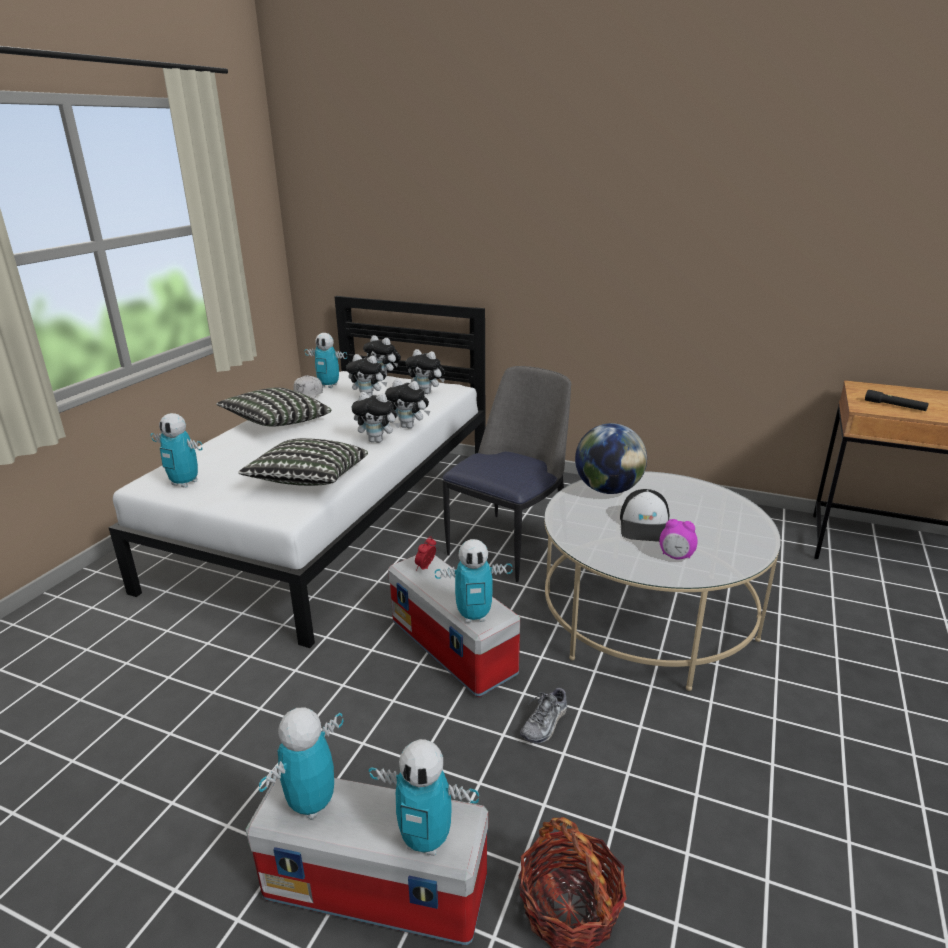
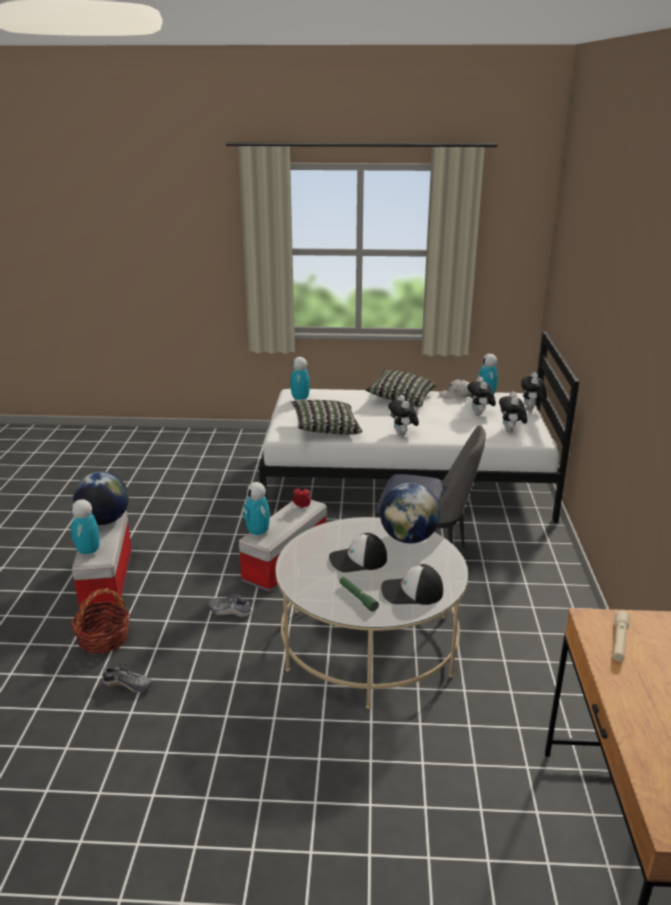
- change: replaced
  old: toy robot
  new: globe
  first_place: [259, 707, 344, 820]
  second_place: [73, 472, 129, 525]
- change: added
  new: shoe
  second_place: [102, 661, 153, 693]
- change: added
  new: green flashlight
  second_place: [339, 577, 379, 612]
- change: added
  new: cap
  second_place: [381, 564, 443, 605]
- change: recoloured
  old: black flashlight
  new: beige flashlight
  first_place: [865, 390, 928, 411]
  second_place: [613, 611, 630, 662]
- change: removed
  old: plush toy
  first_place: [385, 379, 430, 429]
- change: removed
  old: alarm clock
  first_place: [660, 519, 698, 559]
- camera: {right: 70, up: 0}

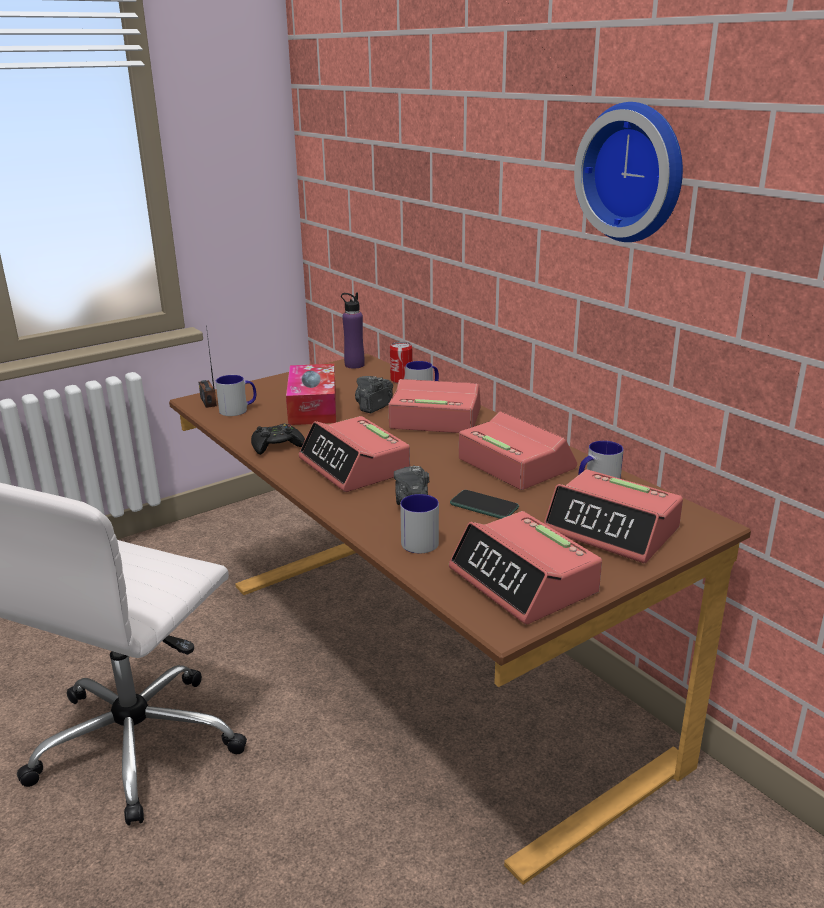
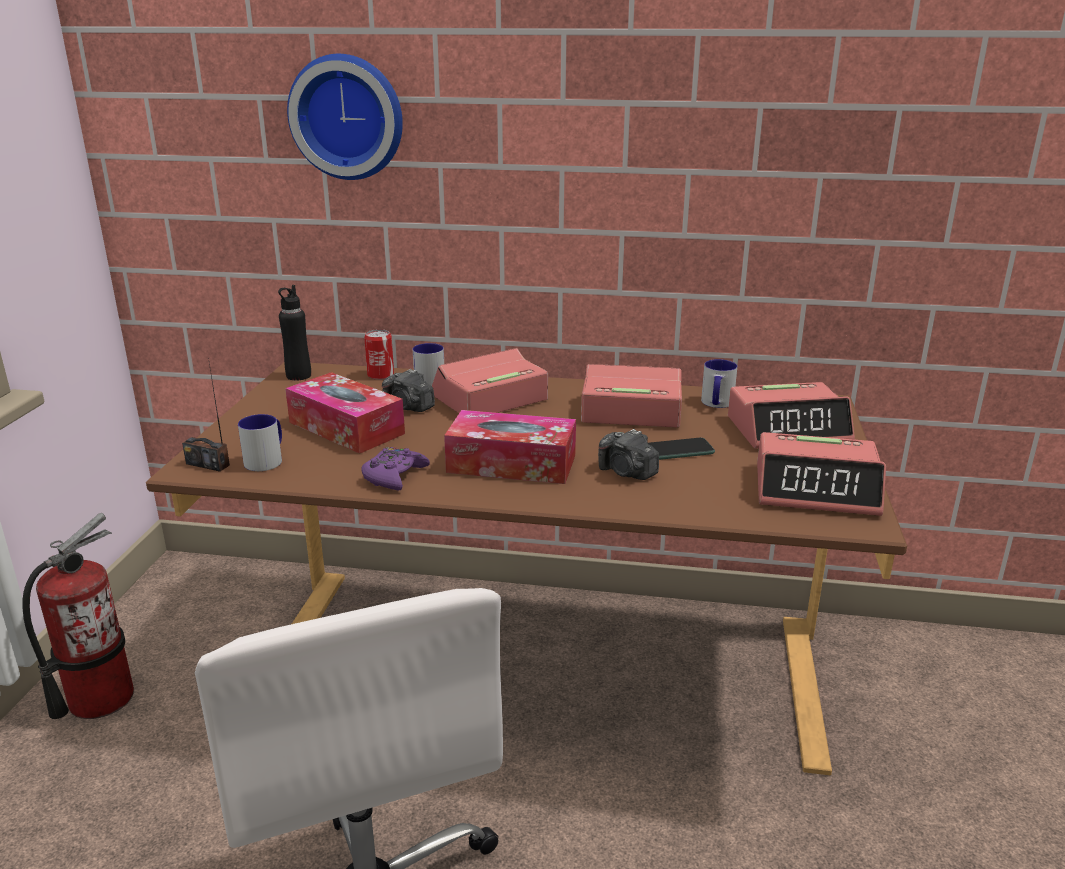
- change: added
  new: fire extinguisher
  second_place: [22, 513, 134, 719]
- change: recoloured
  old: purple bottle
  new: black bottle
  first_place: [341, 292, 365, 369]
  second_place: [278, 285, 311, 380]
- change: moved
  old: wall clock
  first_place: [574, 102, 683, 242]
  second_place: [287, 54, 403, 180]
- change: recoloured
  old: black game controller
  new: purple game controller
  first_place: [251, 423, 305, 455]
  second_place: [361, 447, 430, 490]
- change: turned
  old: photo camera
  first_place: [355, 376, 393, 413]
  second_place: [382, 369, 435, 412]
  degrees: -45
- change: replaced
  old: alarm clock
  new: tissue box
  first_place: [298, 416, 410, 492]
  second_place: [444, 410, 576, 484]
- change: removed
  old: mug
  first_place: [400, 494, 439, 553]
- camera: {right: -45, up: 0}

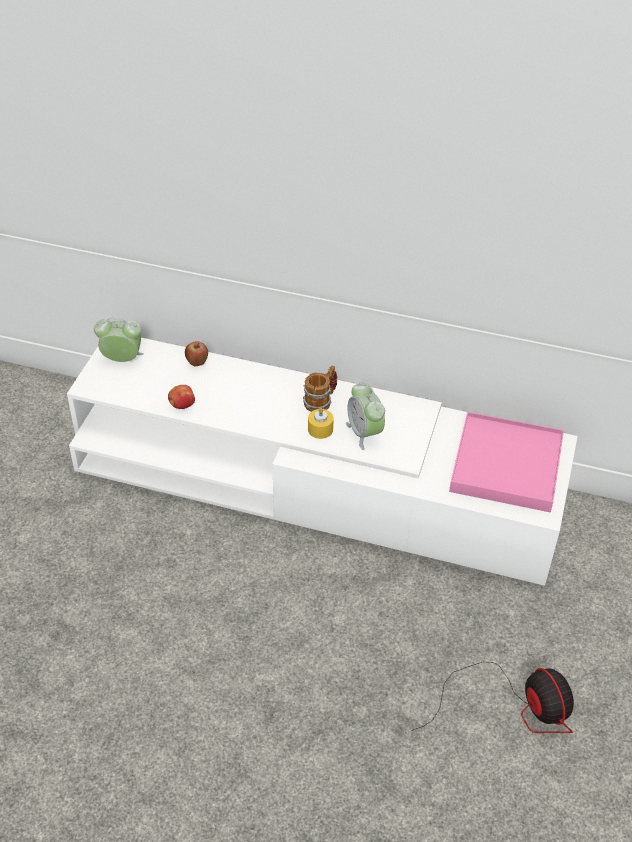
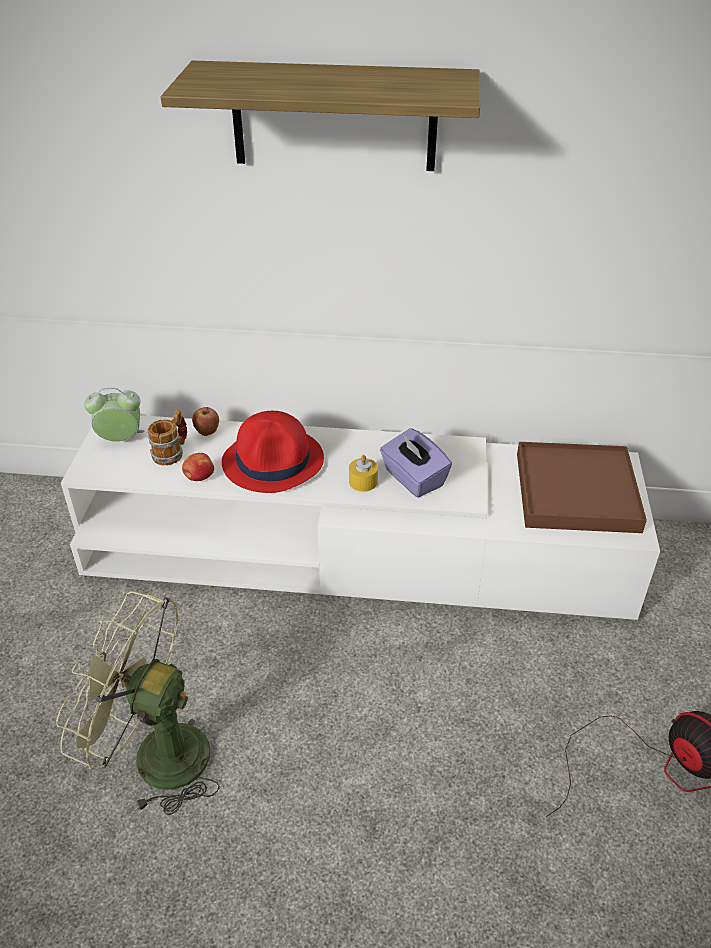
- change: added
  new: green fan
  second_place: [56, 591, 220, 815]
- change: moved
  old: mug
  first_place: [303, 366, 337, 412]
  second_place: [148, 410, 187, 465]
- change: added
  new: shelf
  second_place: [161, 60, 480, 171]
- change: added
  new: red hat
  second_place: [222, 411, 324, 493]
- change: replaced
  old: alarm clock
  new: purple tissue box
  first_place: [346, 382, 385, 450]
  second_place: [380, 428, 452, 498]
- change: recoloured
  old: pink tray
  new: brown tray
  first_place: [449, 412, 564, 512]
  second_place: [517, 442, 647, 533]
- camera: {right: -10, up: -5}

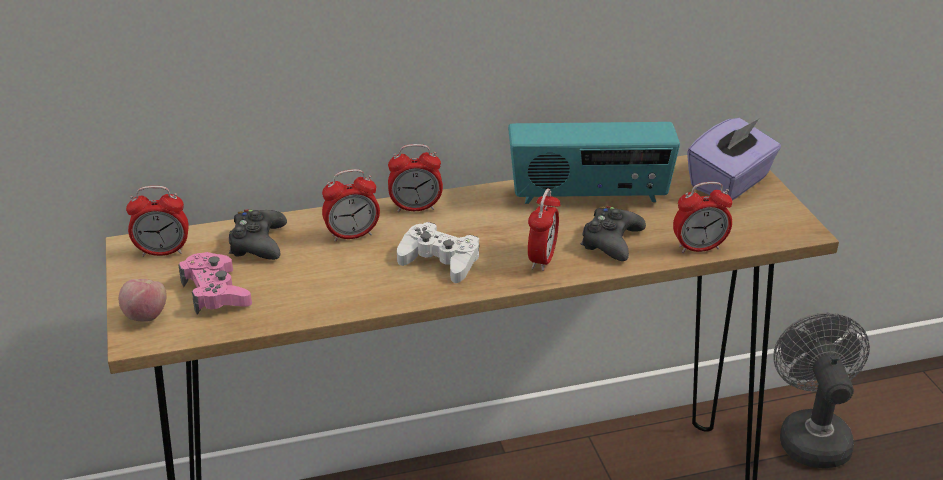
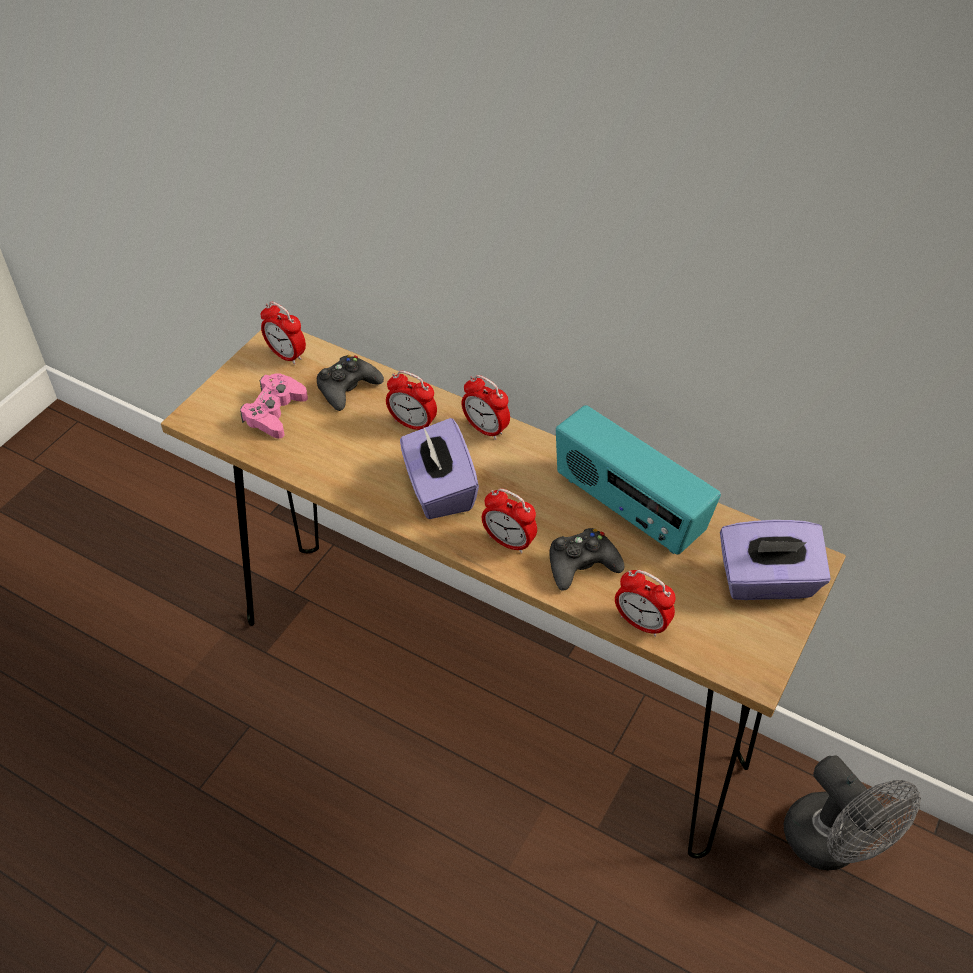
- change: replaced
  old: white game controller
  new: purple tissue box
  first_place: [397, 222, 479, 283]
  second_place: [400, 418, 479, 519]
- change: turned
  old: alarm clock
  first_place: [528, 189, 561, 271]
  second_place: [482, 488, 537, 553]
  degrees: 60
- change: turned
  old: grey fan
  first_place: [773, 312, 870, 468]
  second_place: [784, 755, 921, 870]
  degrees: 105
- change: removed
  old: apple
  first_place: [119, 279, 167, 322]
- camera: {right: 45, up: 15}

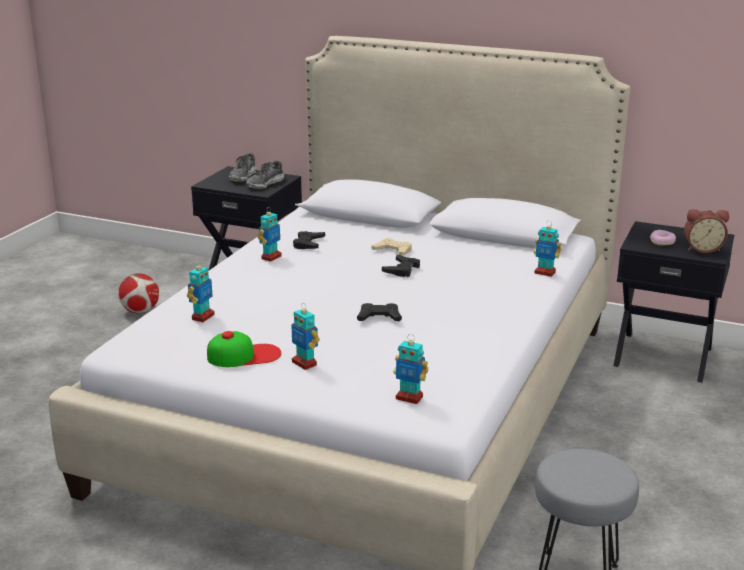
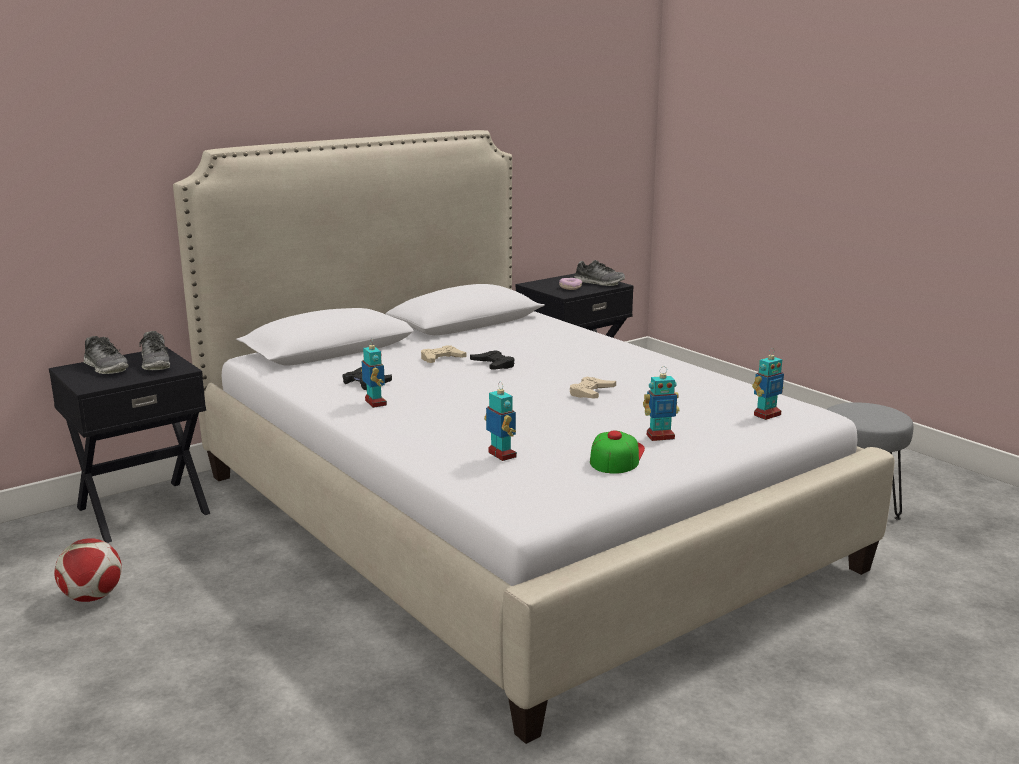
- change: recoloured
  old: black game controller
  new: beige game controller
  first_place: [357, 303, 402, 321]
  second_place: [570, 376, 616, 398]
- change: replaced
  old: alarm clock
  new: shoe
  first_place: [684, 209, 729, 253]
  second_place: [574, 260, 625, 286]
- change: removed
  old: toy robot
  first_place: [533, 222, 561, 277]
- camera: {right: -60, up: -5}

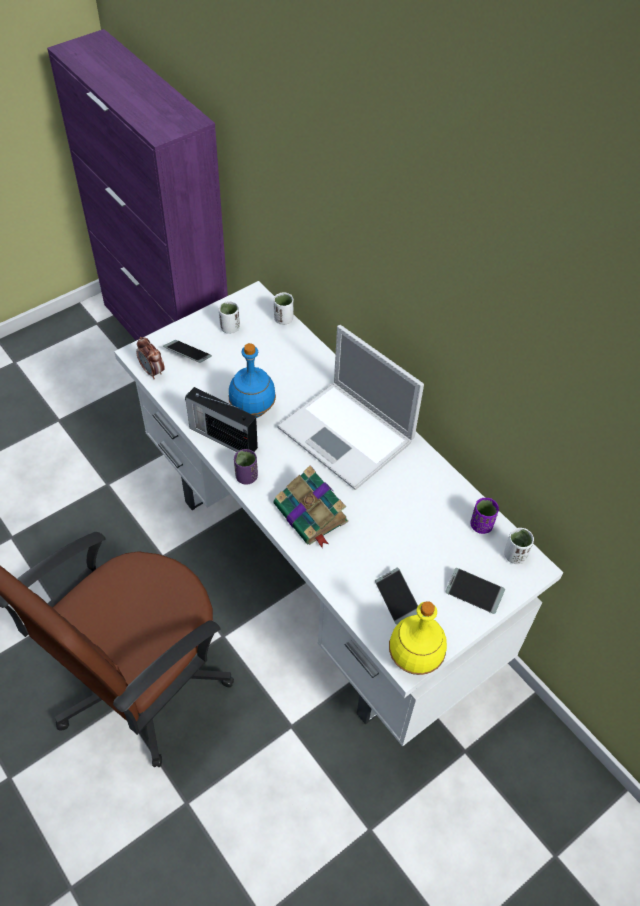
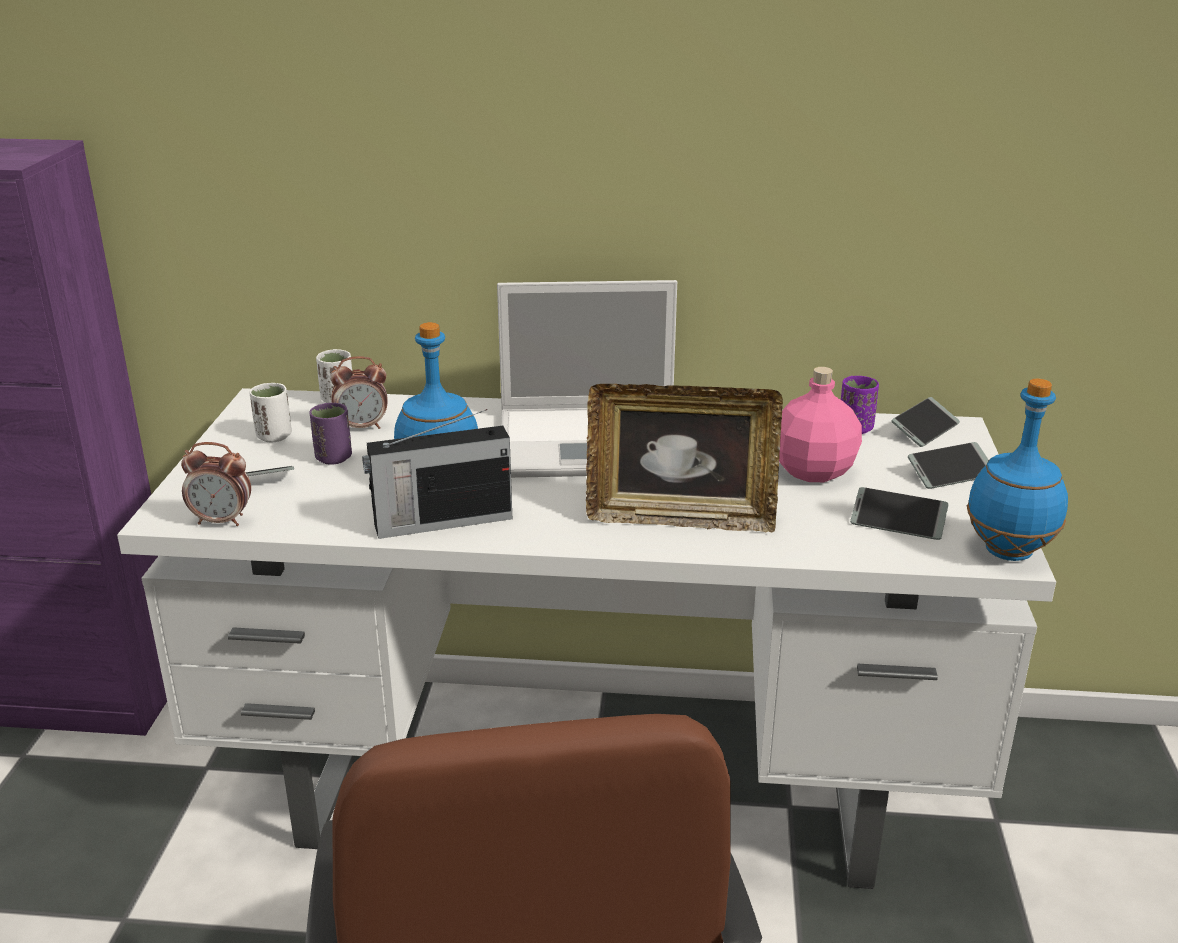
- change: moved
  old: purple cup
  first_place: [234, 449, 258, 485]
  second_place: [309, 403, 352, 465]
- change: added
  new: alarm clock
  second_place: [330, 356, 388, 429]
- change: replaced
  old: book
  new: picture frame
  first_place: [273, 465, 348, 548]
  second_place: [586, 384, 783, 532]
- change: added
  new: pink bottle
  second_place: [779, 367, 862, 482]
- change: replaced
  old: white cup
  new: phone
  first_place: [504, 528, 534, 564]
  second_place: [891, 397, 960, 447]
- change: recoloured
  old: yellow bottle
  new: blue bottle
  first_place: [389, 601, 447, 675]
  second_place: [967, 379, 1068, 561]
- camera: {right: -45, up: -25}

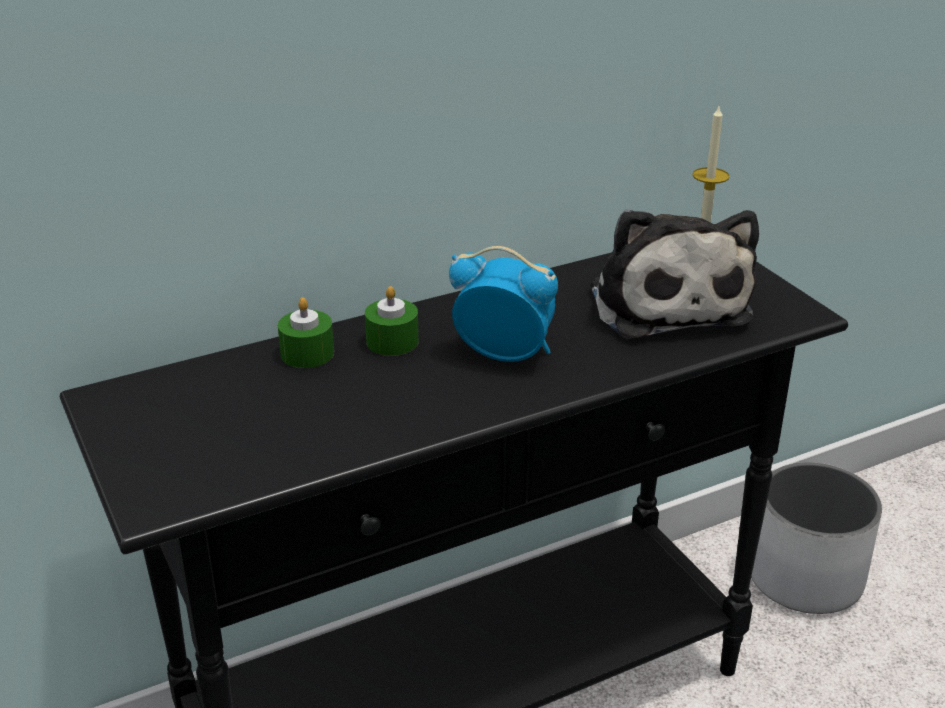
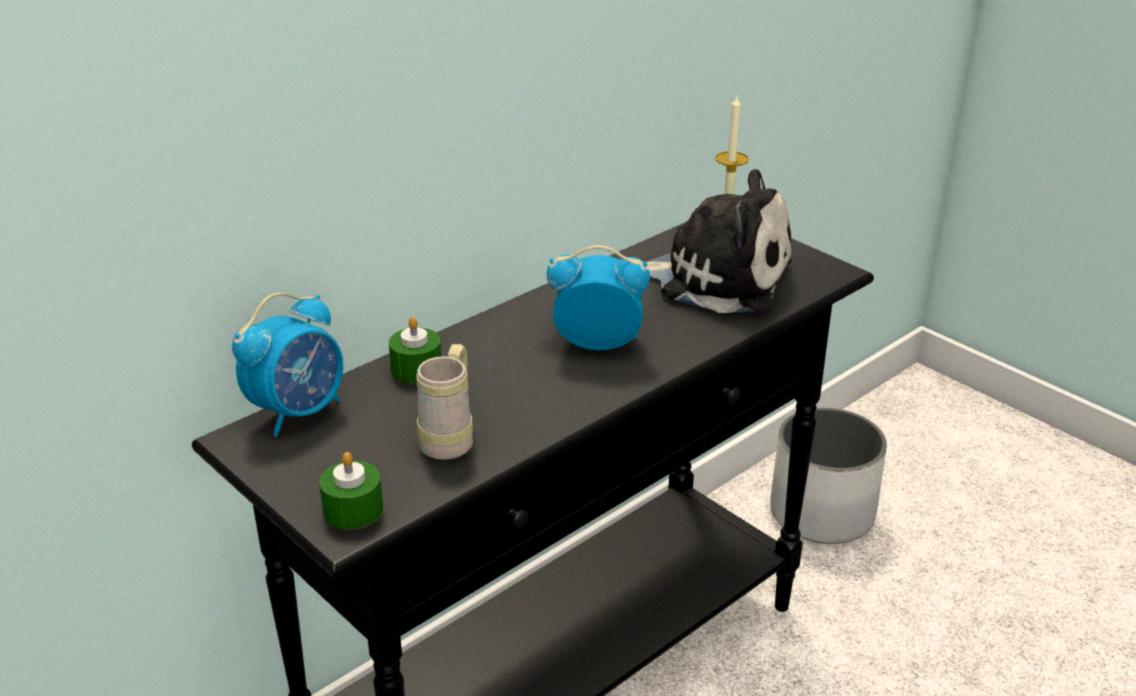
- change: added
  new: alarm clock
  second_place: [232, 292, 343, 437]
- change: moved
  old: green candle
  first_place: [365, 286, 419, 356]
  second_place: [319, 452, 383, 530]
- change: added
  new: beige mug
  second_place: [417, 344, 473, 460]
- change: turned
  old: plush toy
  first_place: [590, 209, 759, 339]
  second_place: [647, 169, 792, 313]
  degrees: -45
- camera: {right: -15, up: 0}

